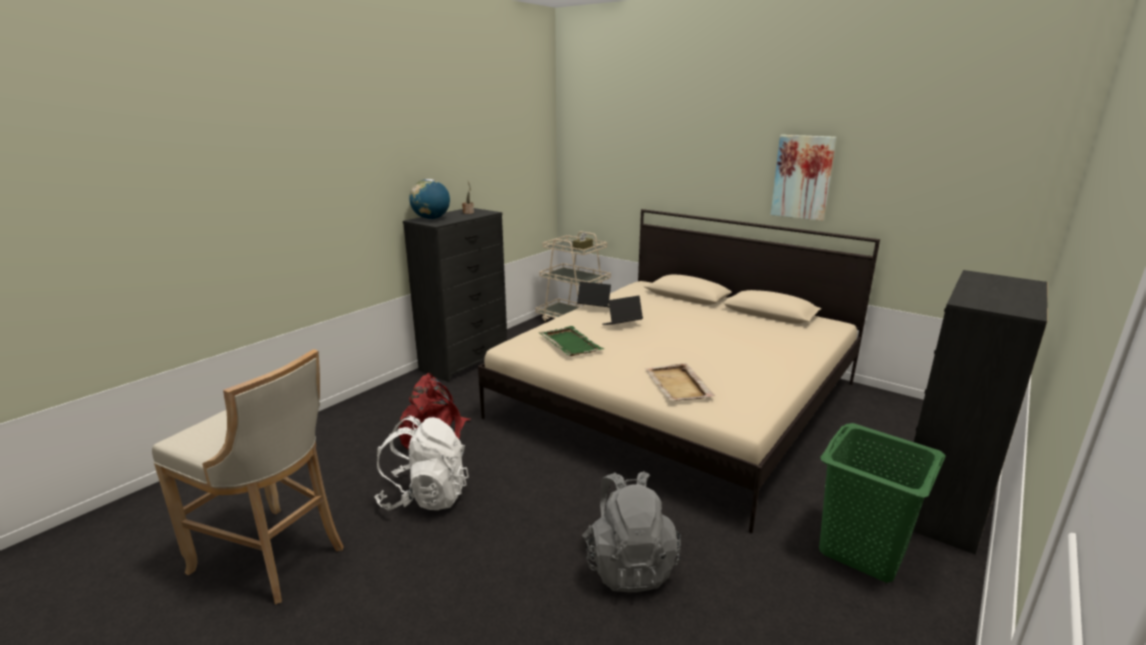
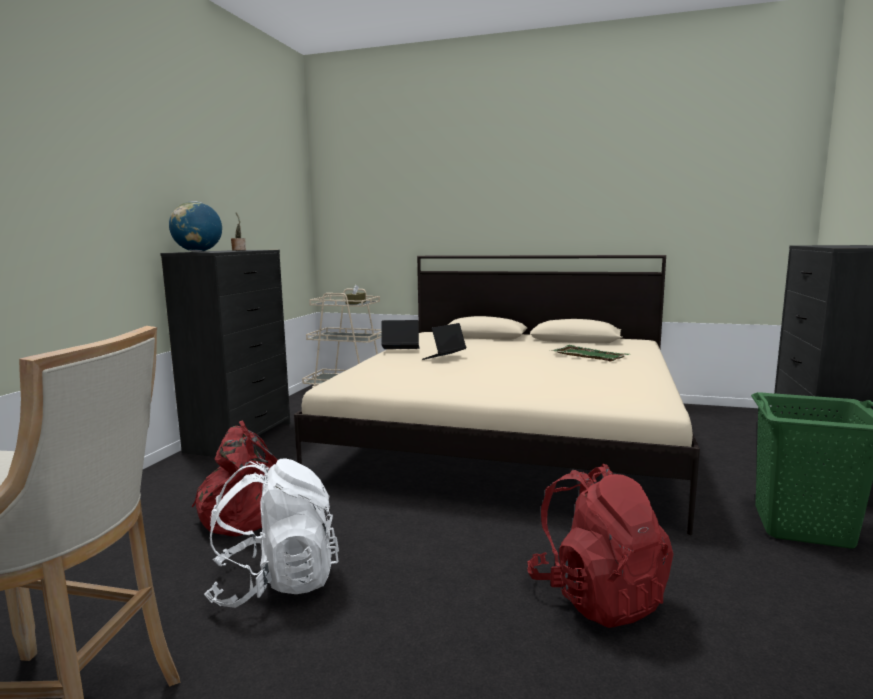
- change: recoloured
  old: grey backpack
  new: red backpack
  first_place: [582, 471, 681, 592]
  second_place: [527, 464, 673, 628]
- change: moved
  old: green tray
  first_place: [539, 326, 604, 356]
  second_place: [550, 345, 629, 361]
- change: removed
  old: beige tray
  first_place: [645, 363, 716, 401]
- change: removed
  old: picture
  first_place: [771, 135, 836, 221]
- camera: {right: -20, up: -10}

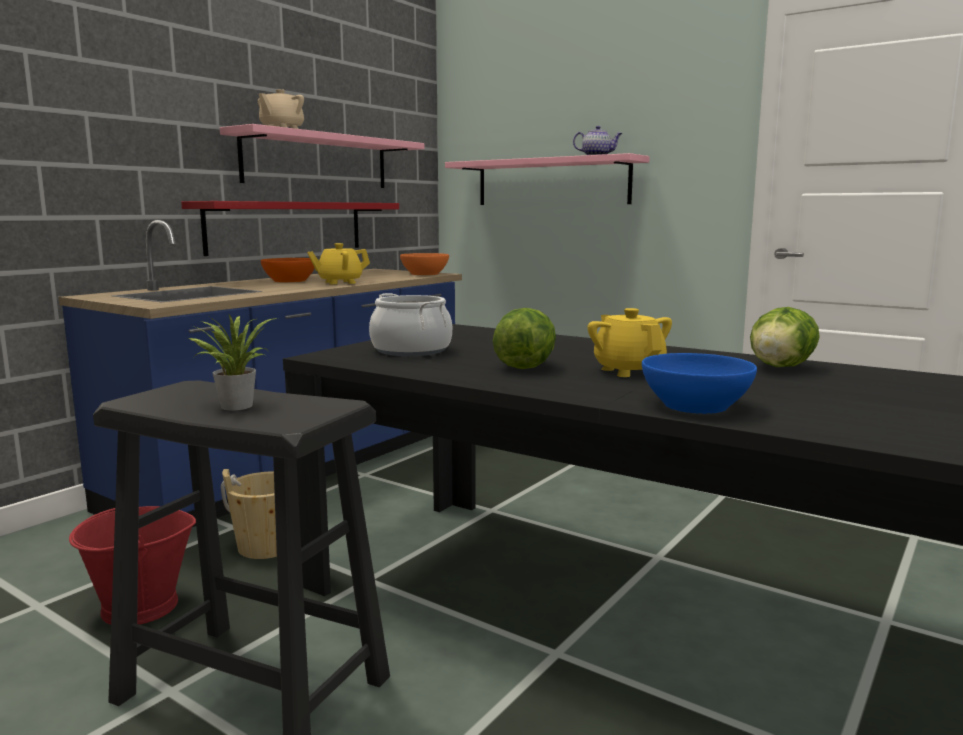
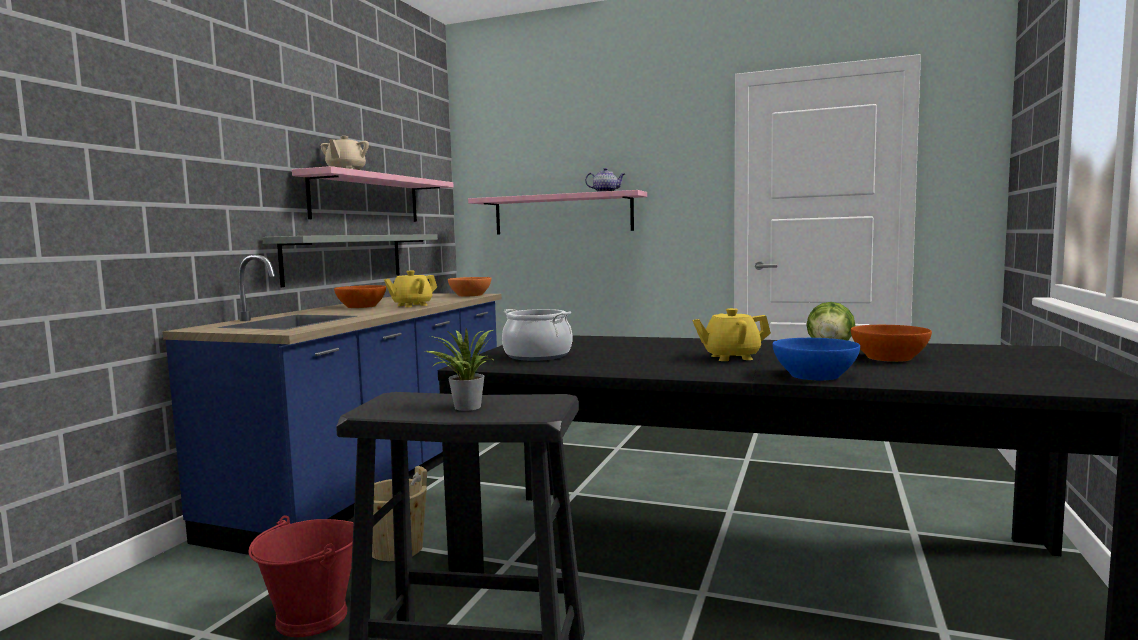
- change: recoloured
  old: red shelf
  new: grey shelf
  first_place: [181, 201, 399, 256]
  second_place: [262, 234, 438, 287]
- change: turned
  old: yellow teapot
  first_place: [588, 308, 672, 377]
  second_place: [692, 308, 771, 361]
  degrees: -60
- change: added
  new: orange bowl
  second_place: [851, 325, 932, 362]
- change: removed
  old: lettuce
  first_place: [493, 308, 556, 369]
- camera: {right: -15, up: -5}

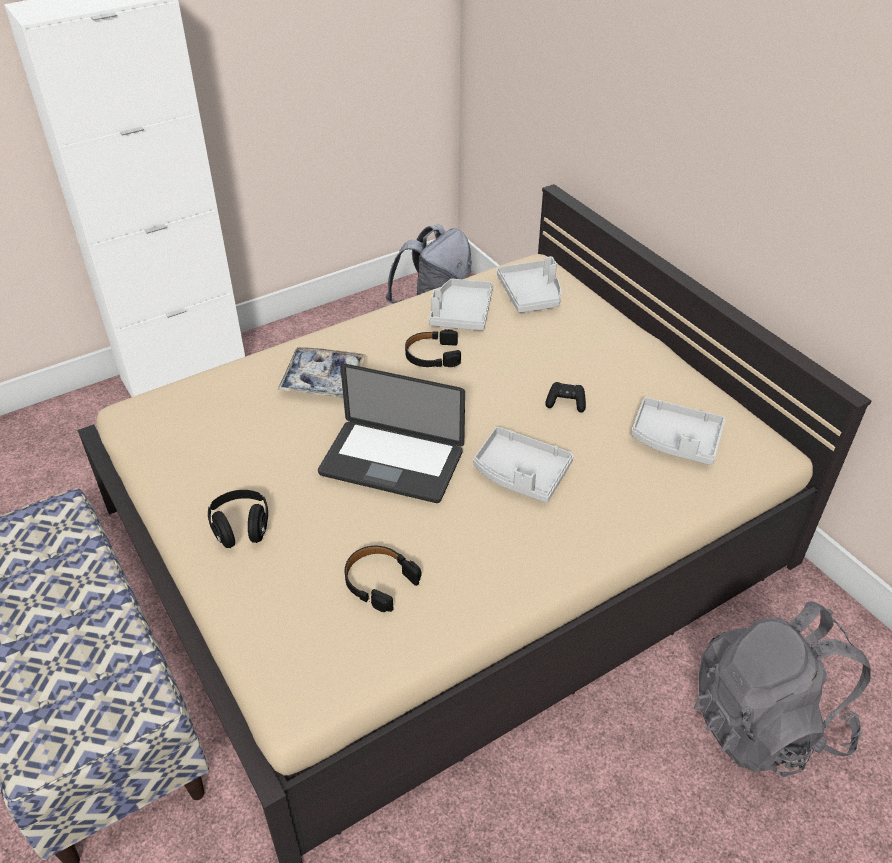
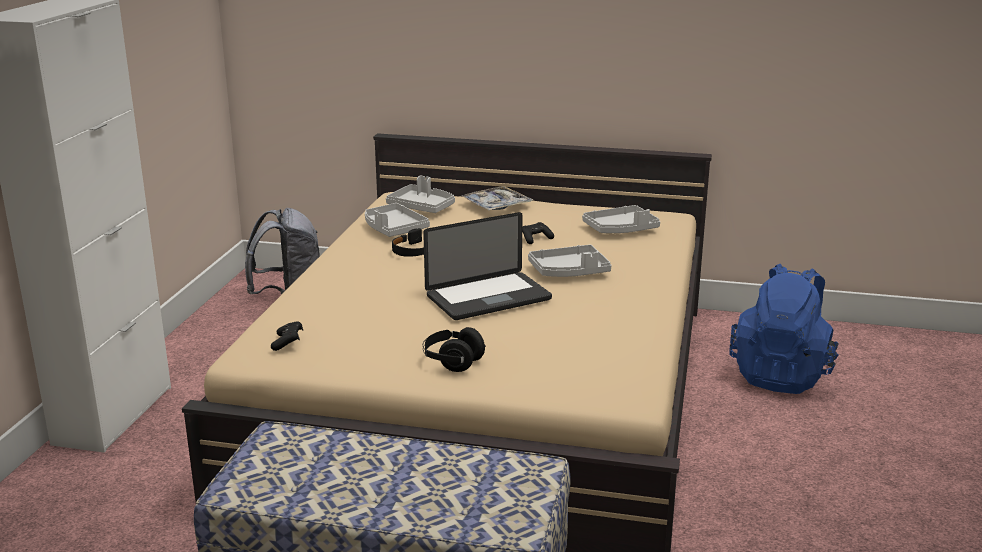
- change: added
  new: black game controller
  second_place: [271, 321, 303, 351]
- change: moved
  old: tray
  first_place: [277, 347, 366, 398]
  second_place: [460, 186, 533, 211]
- change: recoloured
  old: grey backpack
  new: blue backpack
  first_place: [694, 601, 871, 777]
  second_place: [729, 264, 839, 394]
- change: removed
  old: black headphones
  first_place: [345, 546, 421, 612]
- camera: {right: -45, up: -20}

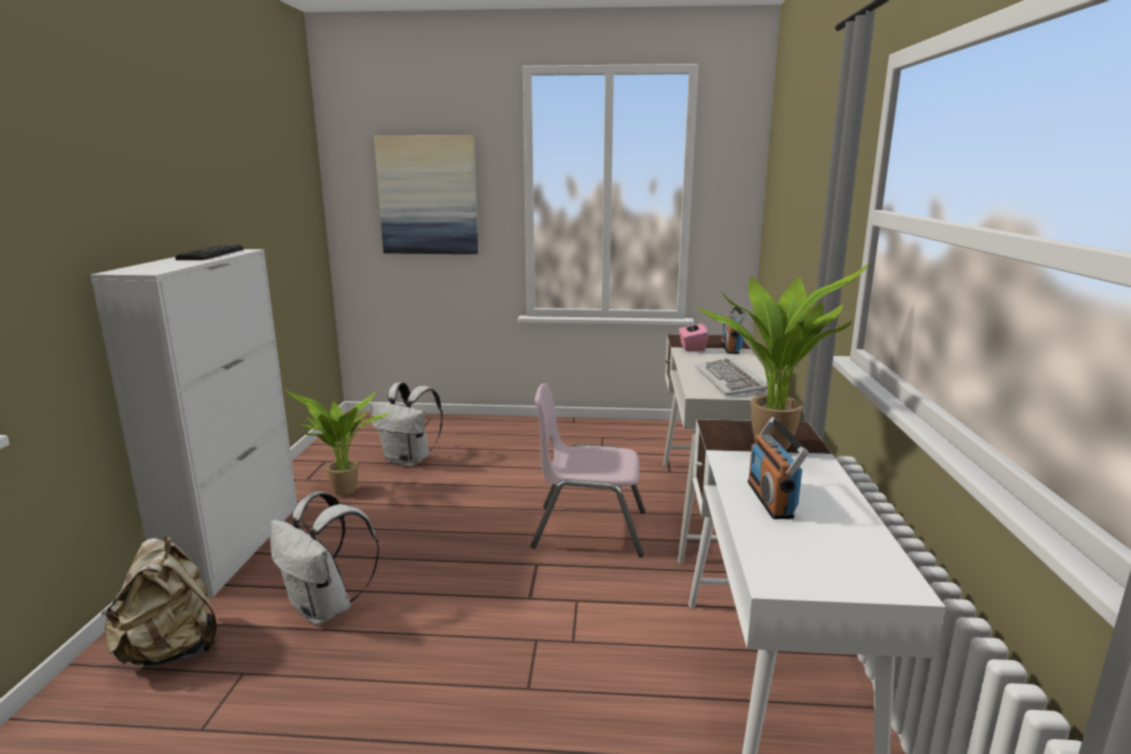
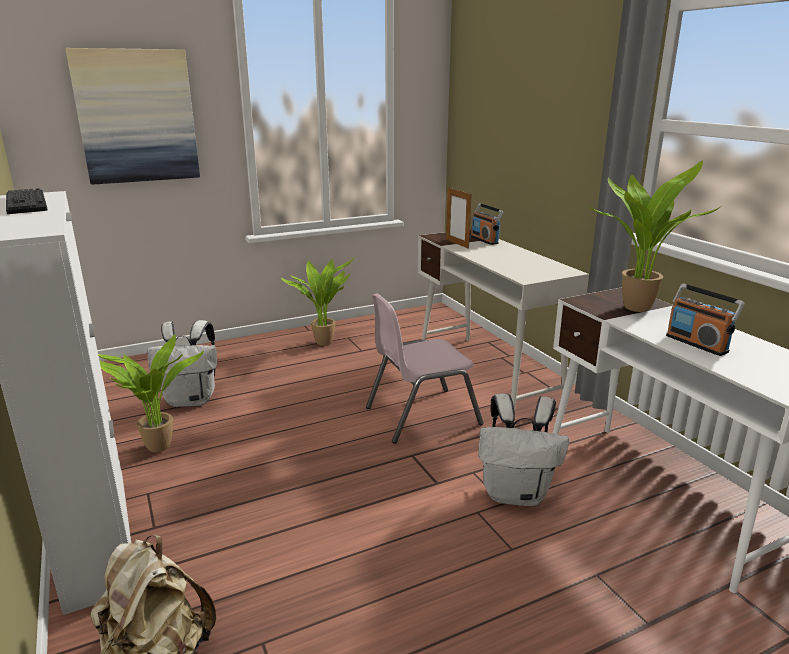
- change: added
  new: potted plant
  second_place: [281, 257, 355, 346]
- change: replaced
  old: pink tissue box
  new: picture frame
  first_place: [679, 318, 708, 351]
  second_place: [446, 188, 472, 249]
- change: moved
  old: white backpack
  first_place: [270, 491, 379, 625]
  second_place: [478, 394, 569, 506]
- change: removed
  old: keyboard
  first_place: [695, 358, 768, 396]
- camera: {right: -30, up: 5}

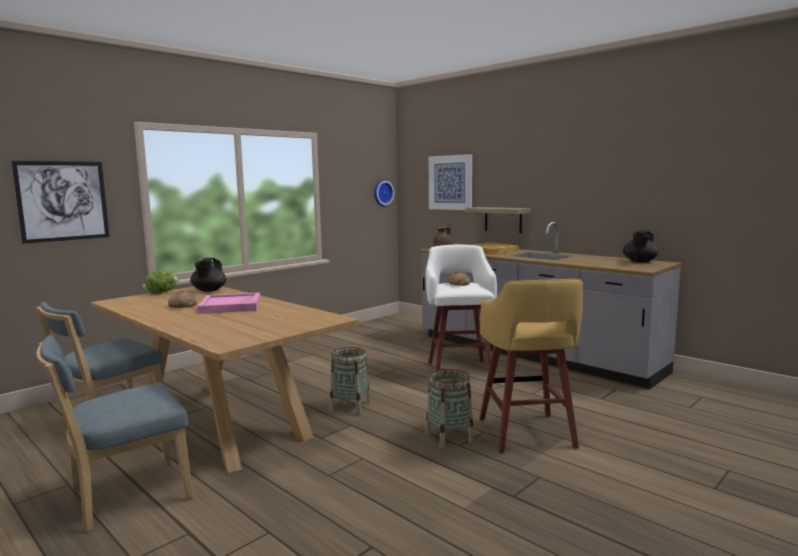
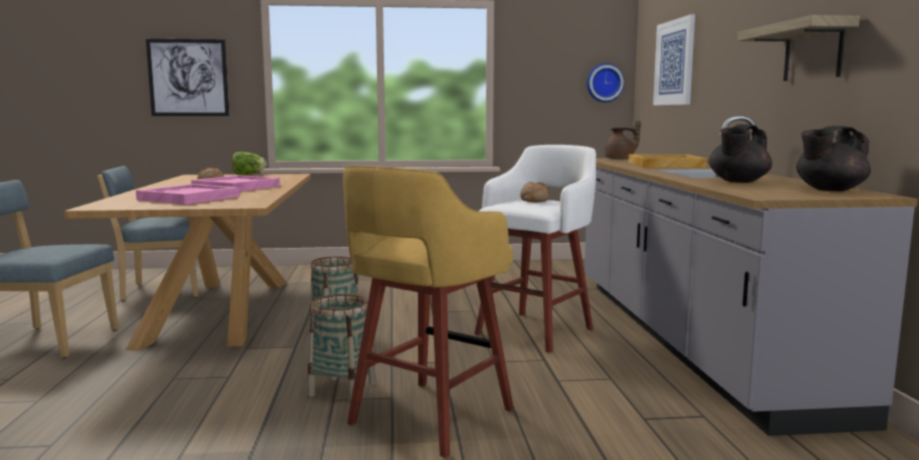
- change: added
  new: pink tray
  second_place: [136, 184, 240, 205]
- change: moved
  old: black teapot
  first_place: [190, 258, 226, 292]
  second_place: [709, 124, 772, 183]
- change: moved
  old: shelf
  first_place: [466, 207, 530, 233]
  second_place: [737, 15, 860, 81]
- camera: {right: 40, up: 0}

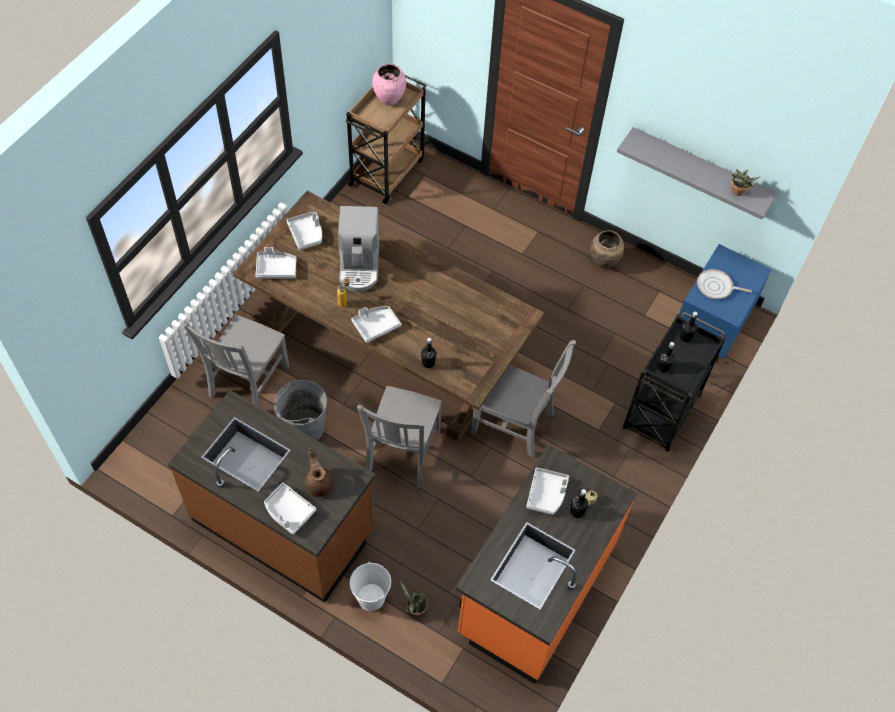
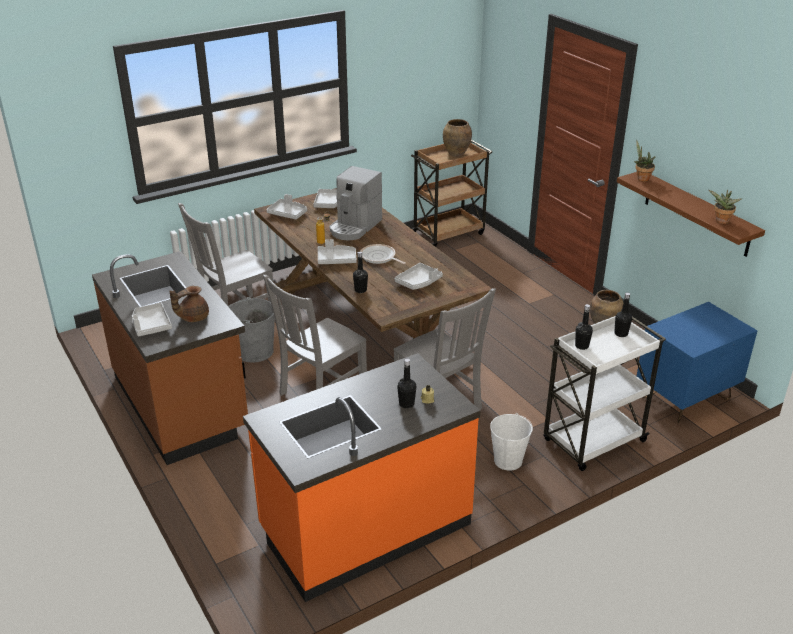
- change: turned
  old: brown teapot
  first_place: [304, 449, 334, 497]
  second_place: [170, 286, 209, 322]
  degrees: -135
- change: moved
  old: frying pan
  first_place: [697, 269, 752, 299]
  second_place: [360, 244, 406, 264]
- change: moved
  old: grey tray
  first_place: [526, 468, 569, 515]
  second_place: [395, 263, 443, 290]
- change: recoloured
  old: pink vase
  new: brown vase
  first_place: [372, 64, 406, 106]
  second_place: [443, 119, 472, 157]
- change: moved
  old: white bucket
  first_place: [350, 562, 391, 611]
  second_place: [490, 413, 533, 471]
- change: recoloured
  old: black cart
  new: white cart
  first_place: [623, 312, 726, 452]
  second_place: [544, 316, 666, 471]
- change: recoloured
  old: grey shelf
  new: brown shelf
  first_place: [617, 127, 777, 220]
  second_place: [617, 172, 765, 257]
- change: moved
  old: potted plant
  first_place: [400, 581, 427, 616]
  second_place: [634, 140, 655, 182]
- camera: {right: 30, up: -25}

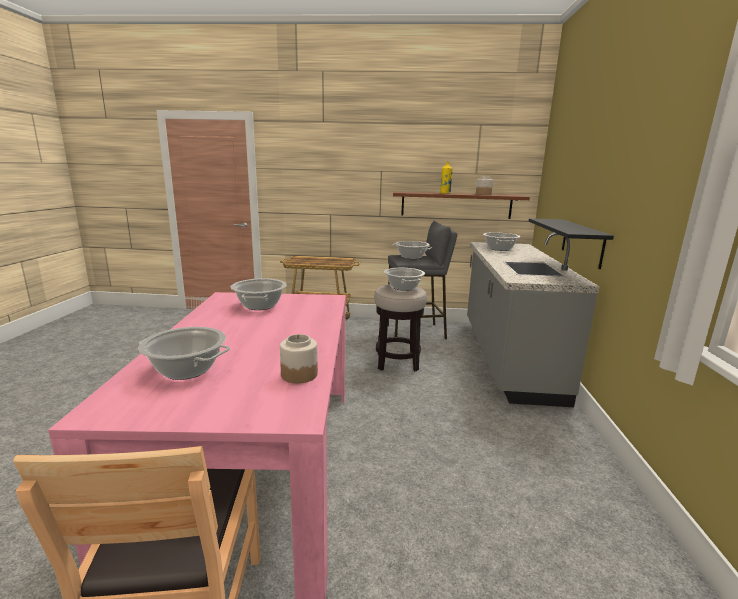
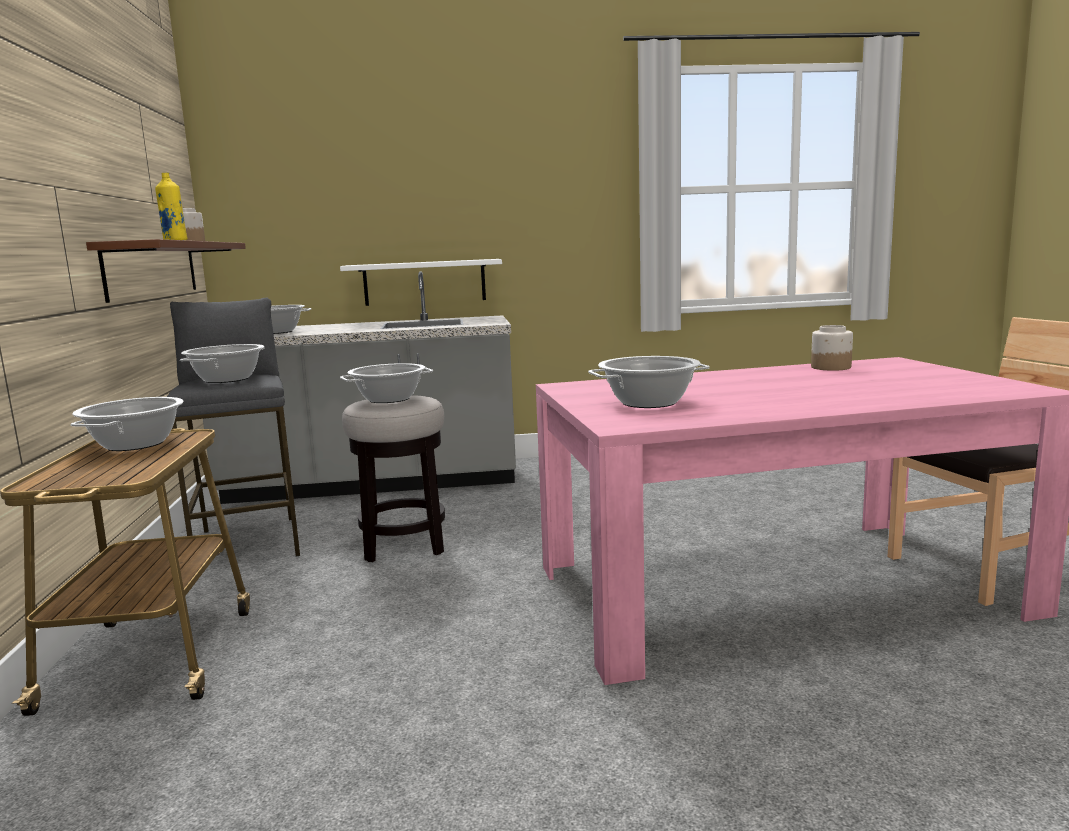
- change: moved
  old: cooking pot
  first_place: [138, 327, 230, 380]
  second_place: [70, 397, 183, 451]
- change: recoloured
  old: black shelf
  new: white shelf
  first_place: [529, 218, 614, 269]
  second_place: [340, 259, 502, 306]
- camera: {right: -100, up: -5}

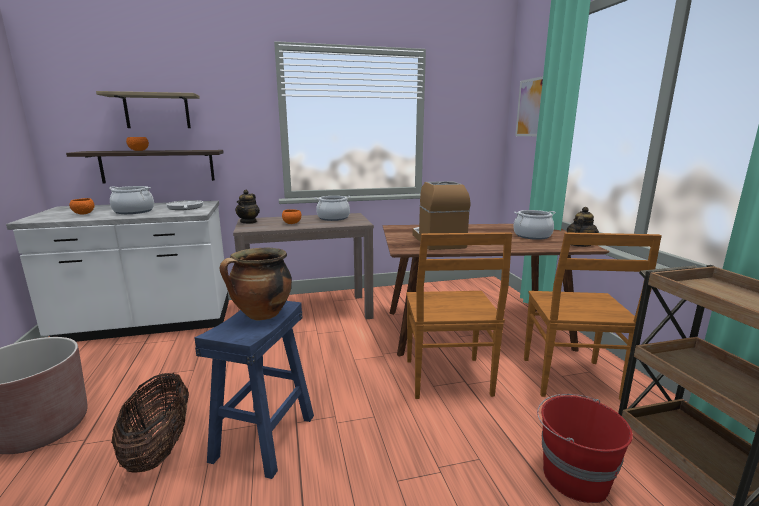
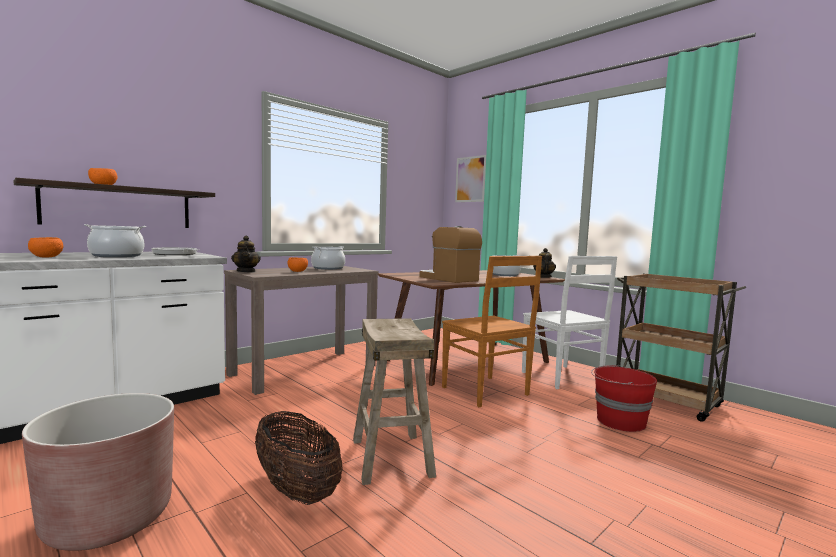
- change: recoloured
  old: blue stool
  new: beige stool
  first_place: [194, 301, 314, 479]
  second_place: [353, 318, 436, 485]
- change: recoloured
  old: brown chair
  new: white chair
  first_place: [524, 232, 662, 401]
  second_place: [522, 256, 617, 389]
- change: removed
  old: shelf
  first_place: [96, 91, 200, 128]
- change: removed
  old: cooking pot
  first_place: [220, 248, 292, 320]
- camera: {right: -30, up: -10}

